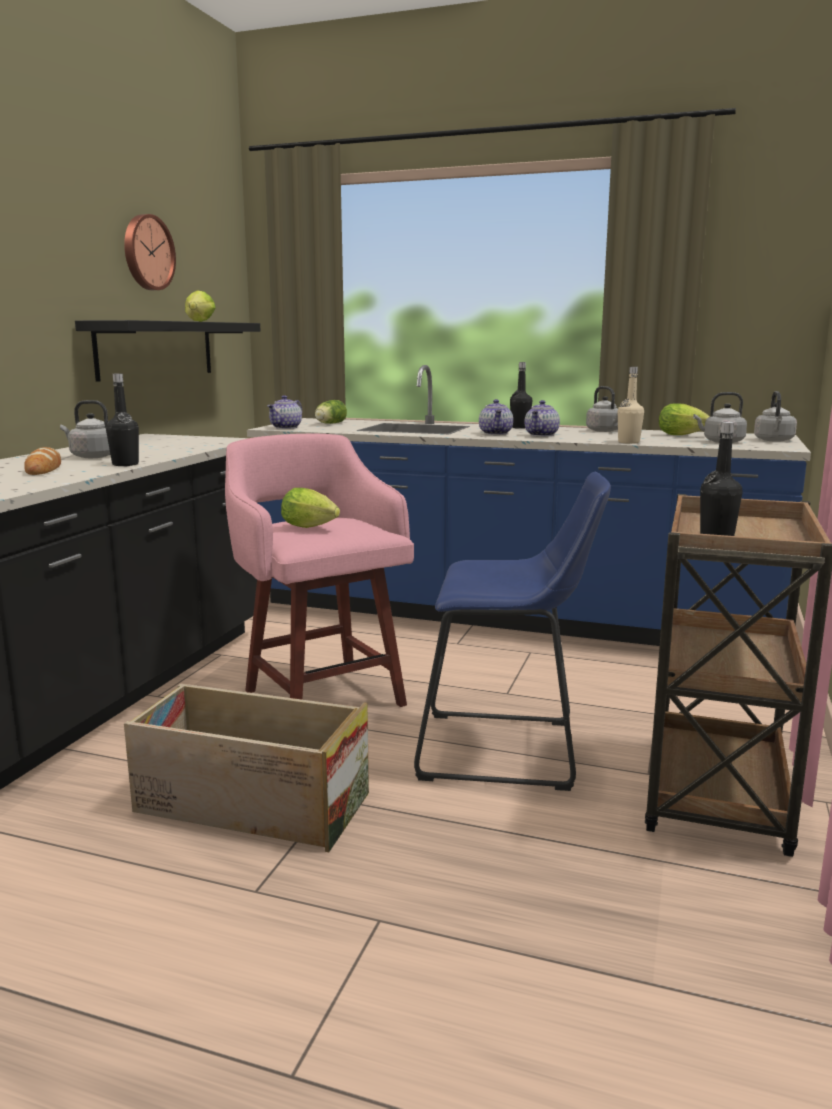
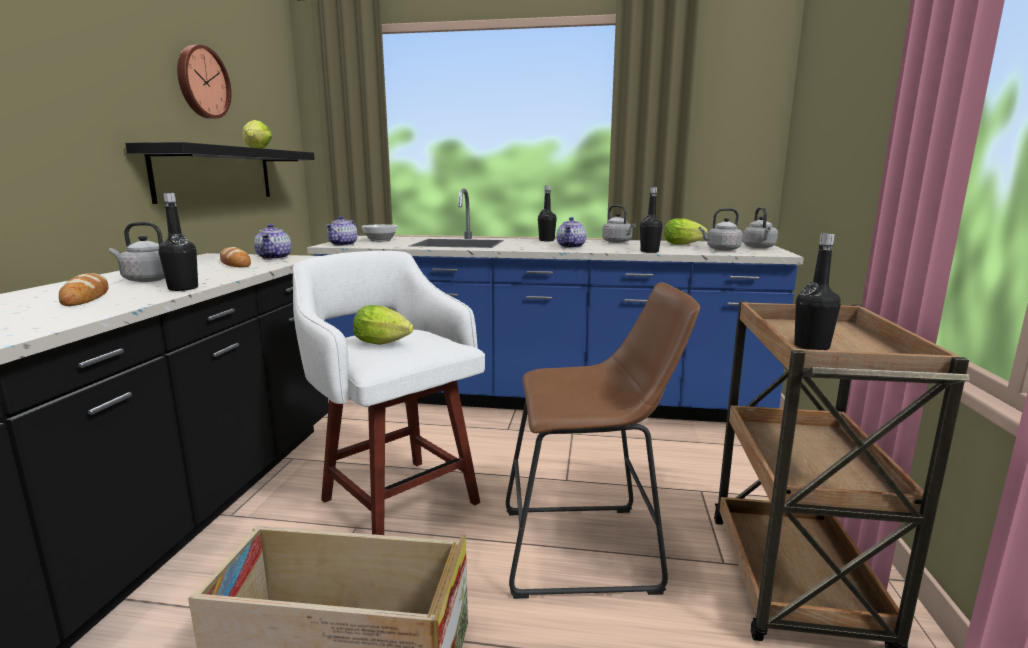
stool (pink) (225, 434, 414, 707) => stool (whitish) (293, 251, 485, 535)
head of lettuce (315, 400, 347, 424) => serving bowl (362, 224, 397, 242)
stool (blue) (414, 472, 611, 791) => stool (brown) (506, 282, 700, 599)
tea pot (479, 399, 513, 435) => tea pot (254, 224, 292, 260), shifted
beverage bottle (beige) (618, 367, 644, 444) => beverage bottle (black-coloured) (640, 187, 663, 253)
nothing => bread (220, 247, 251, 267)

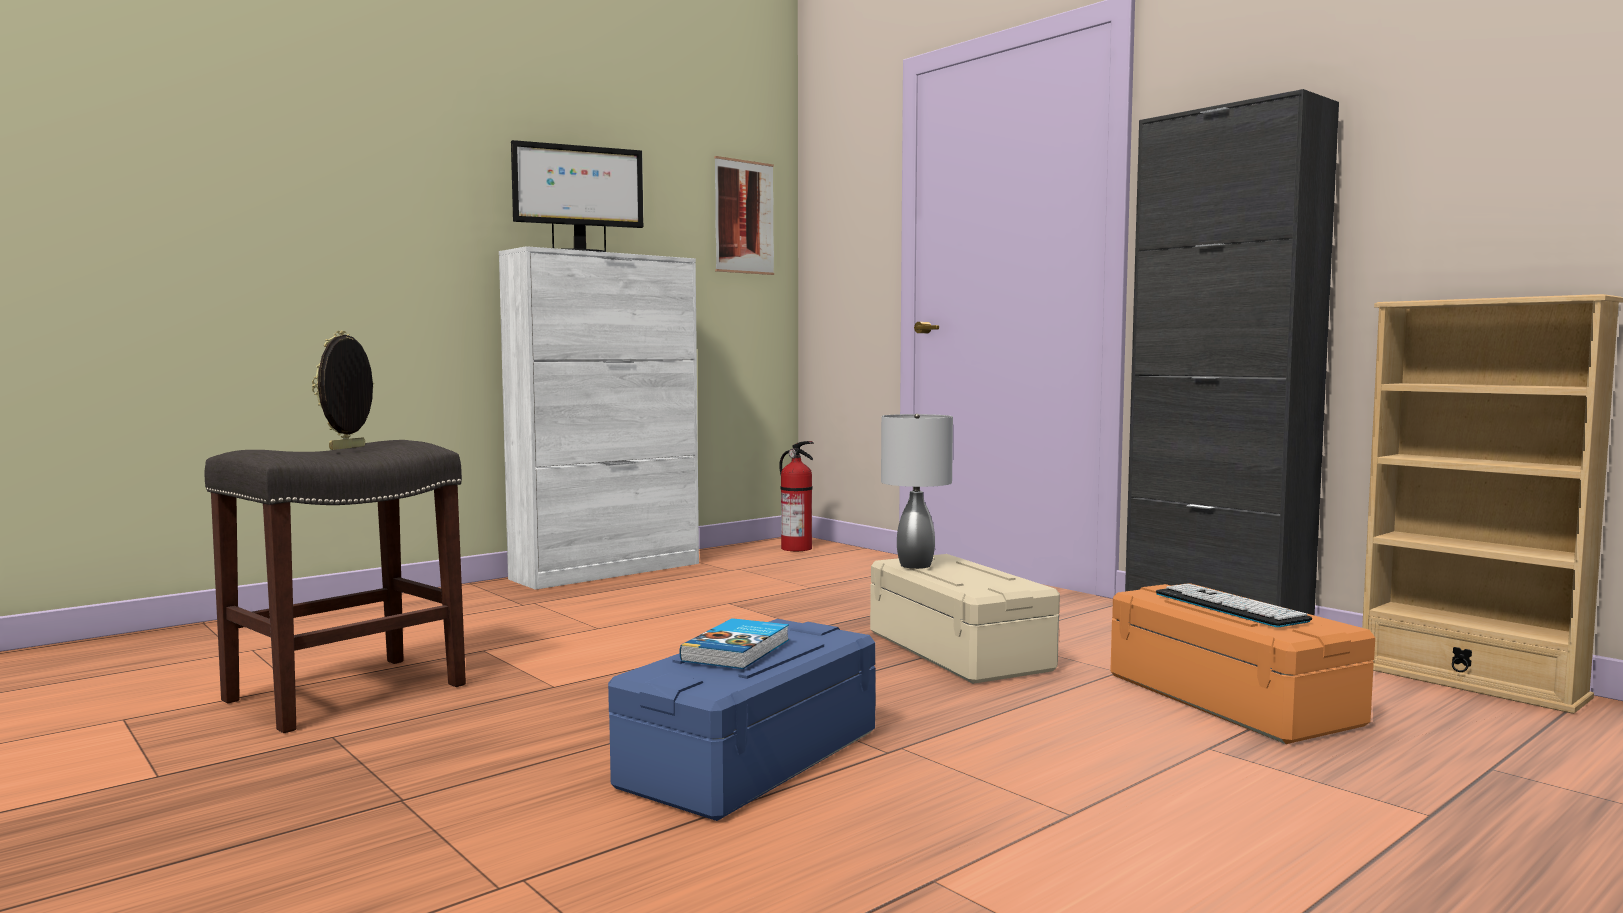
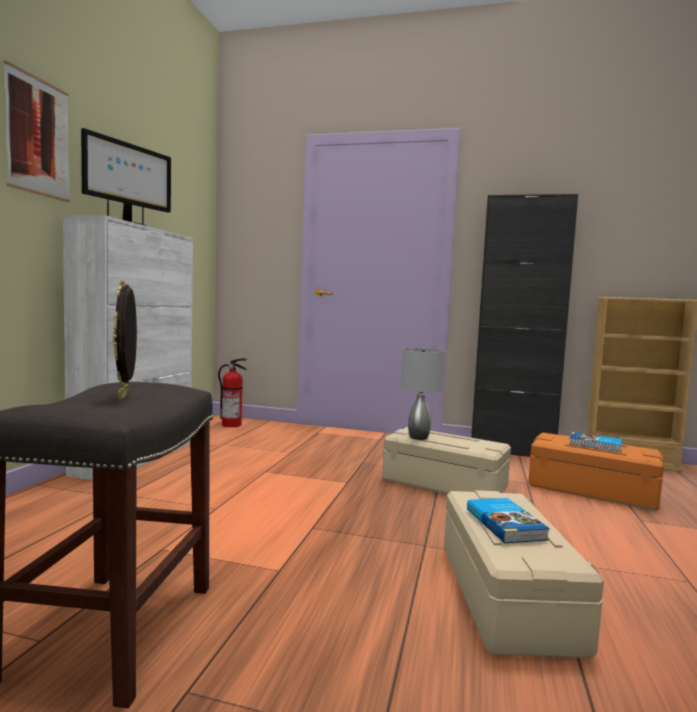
storage bin (blue) (608, 619, 876, 821) => storage bin (beige) (444, 490, 604, 658)
wall art (714, 156, 774, 275) => wall art (4, 60, 70, 202), shifted
PC keyboard (1156, 583, 1312, 627) => volume (570, 432, 622, 452)

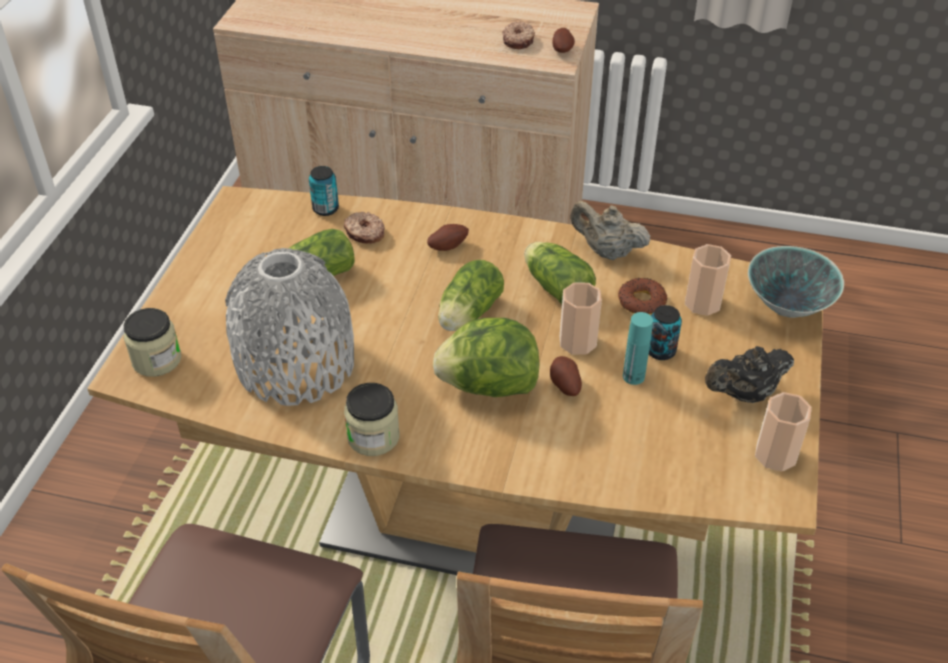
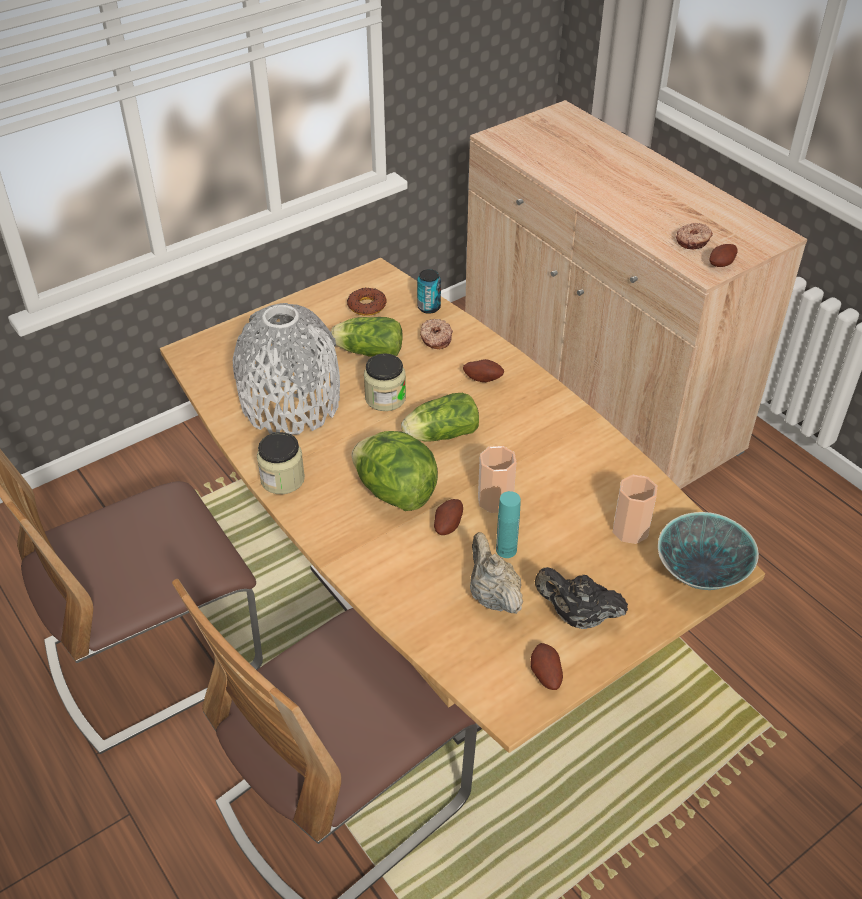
storage jar (124, 308, 181, 377) => storage jar (364, 353, 406, 411), shifted
head of lettuce (524, 242, 596, 304) => nothing
tea pot (beige) (570, 201, 650, 260) => tea pot (beige) (470, 532, 523, 614), shifted
ring doughnut (618, 278, 667, 315) => ring doughnut (347, 287, 387, 316), shifted
can (649, 305, 682, 360) => nothing
cup (755, 392, 812, 471) => spud (531, 643, 563, 690)

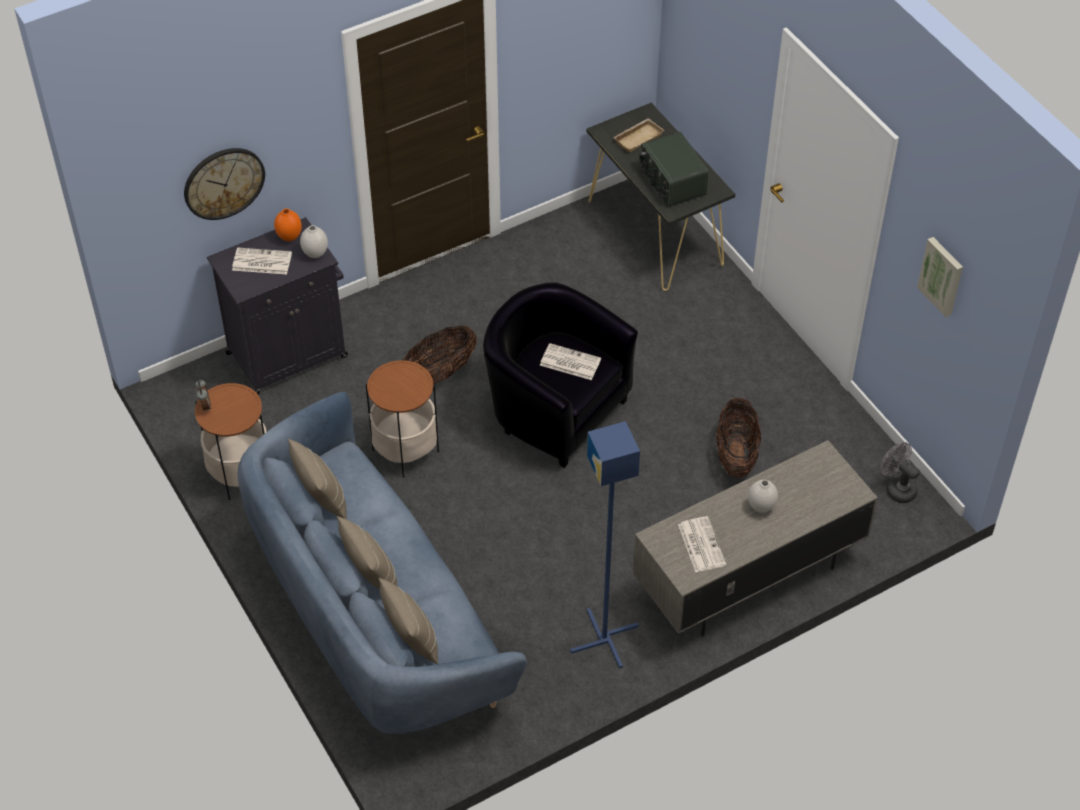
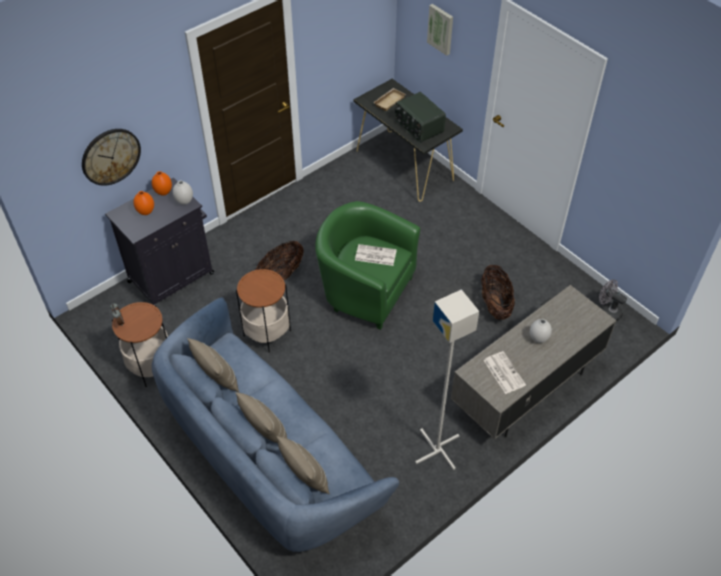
newspaper (232, 247, 292, 274) => vase (orange) (133, 191, 154, 215)
easy chair (black-coloured) (483, 282, 638, 468) => easy chair (green) (315, 201, 420, 330)
standing lamp (blue) (570, 421, 640, 669) => standing lamp (gray) (415, 289, 479, 470)
wall art (917, 237, 963, 317) => wall art (427, 4, 453, 56), shifted

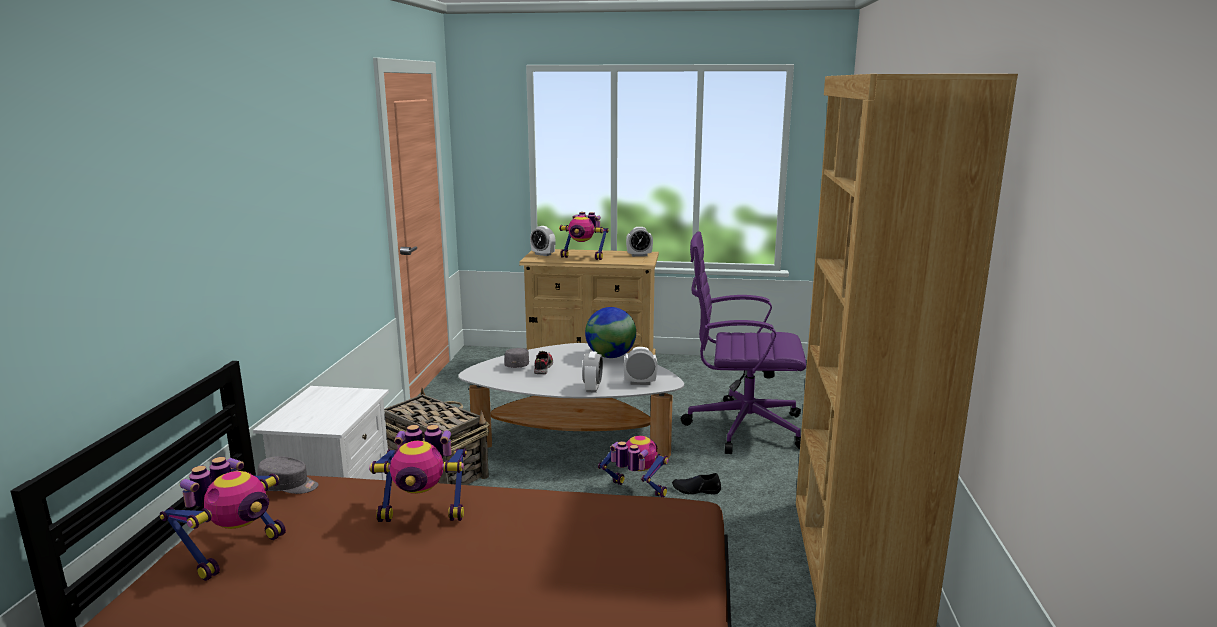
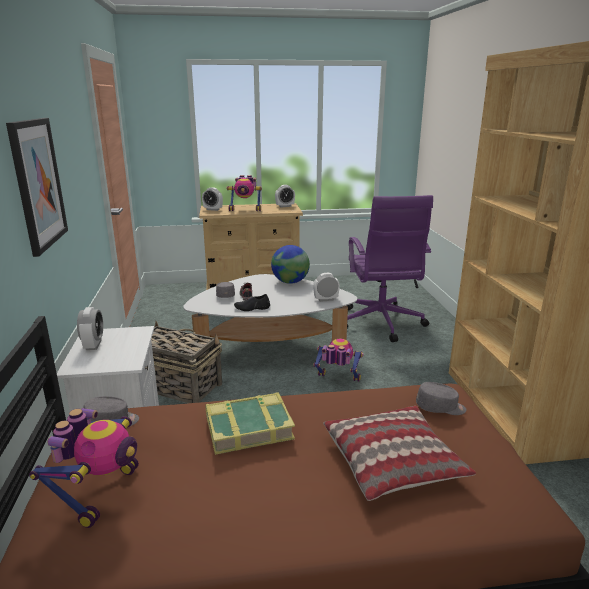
model robot (369, 425, 467, 522) => volume (206, 392, 295, 455)
bedside clock (582, 351, 603, 393) => bedside clock (77, 307, 103, 350), shifted
item of footwear (black-coloured) (672, 473, 721, 494) => item of footwear (black-coloured) (234, 294, 270, 311), shifted
office chair (purple) (681, 231, 806, 454) => office chair (purple) (347, 195, 433, 342), 90 degrees counterclockwise
nothing => wall art (6, 118, 68, 257)
nothing => pillow (323, 406, 476, 501)
nothing => baseball cap (gray) (416, 382, 466, 415)

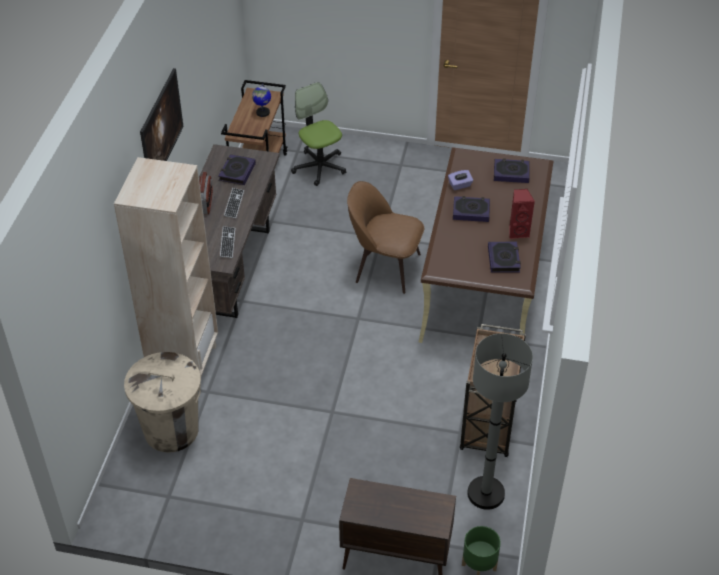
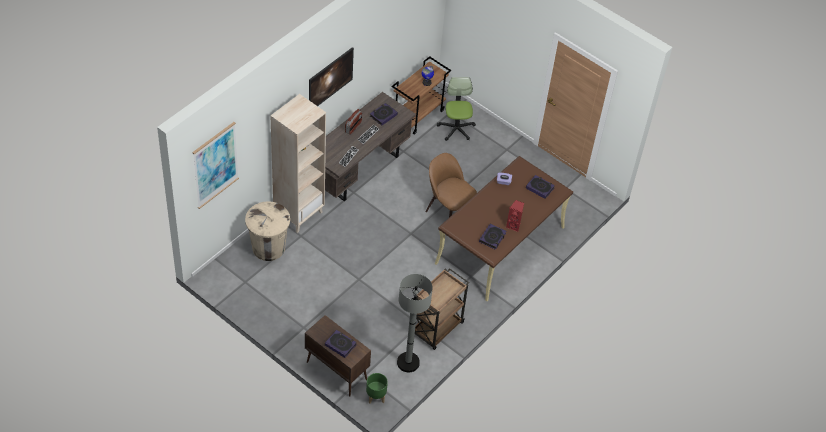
volume (453, 196, 490, 222) => volume (325, 330, 357, 358), shifted
nothing => wall art (192, 122, 239, 209)

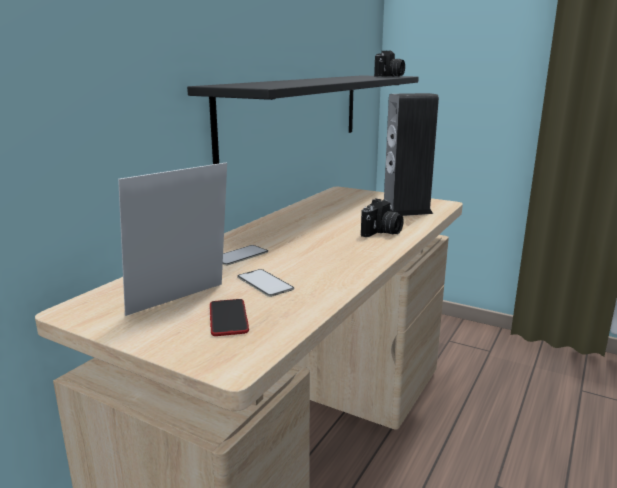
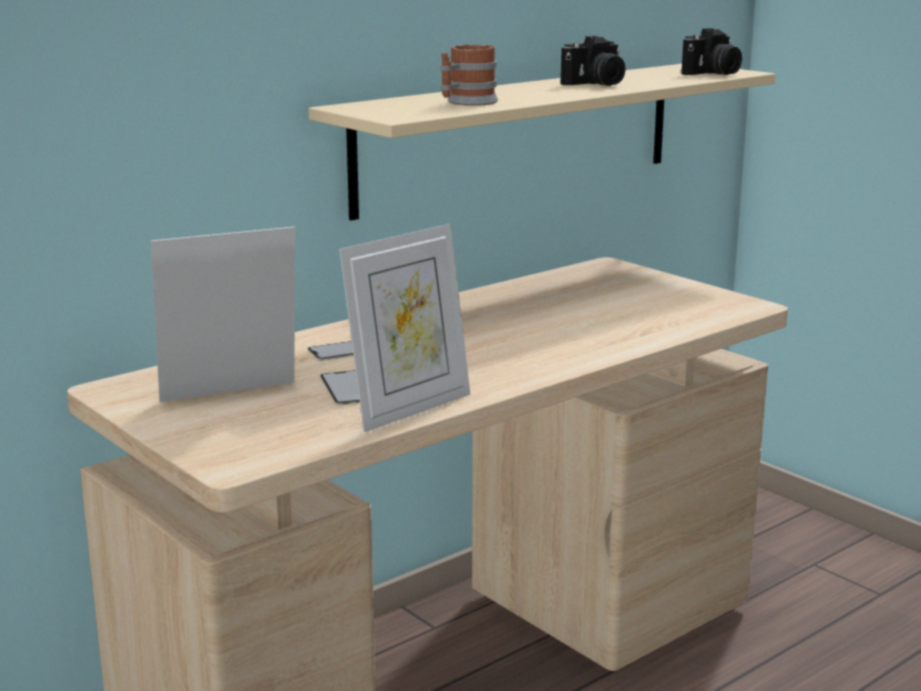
wall shelf (black-coloured) (187, 76, 419, 164) => wall shelf (beige) (309, 64, 776, 220)
phone (210, 299, 249, 336) => nothing
photo camera (361, 198, 404, 237) => photo camera (561, 36, 626, 86), shifted
audio speaker (384, 93, 439, 216) => nothing
nothing => picture frame (339, 224, 471, 432)
nothing => tea mug (441, 44, 498, 106)

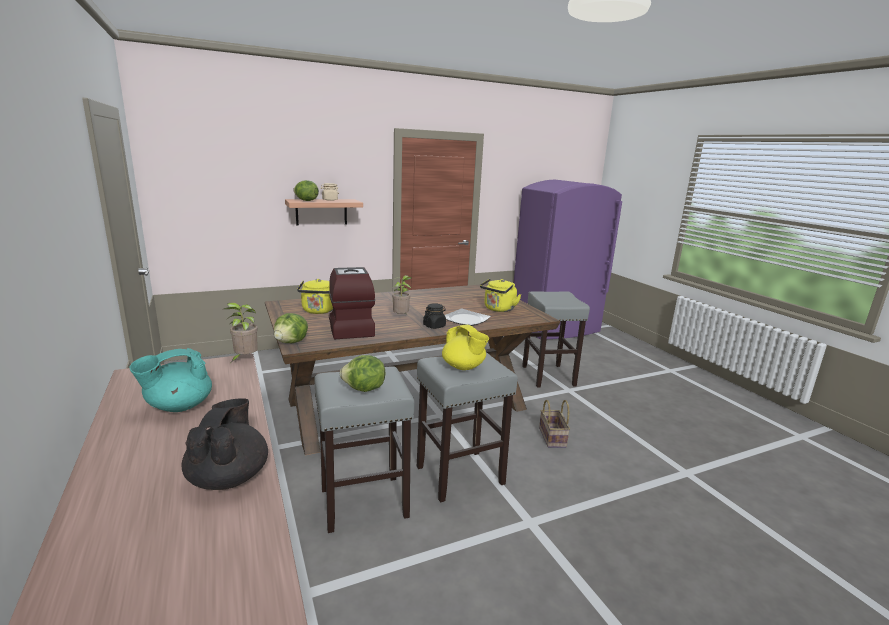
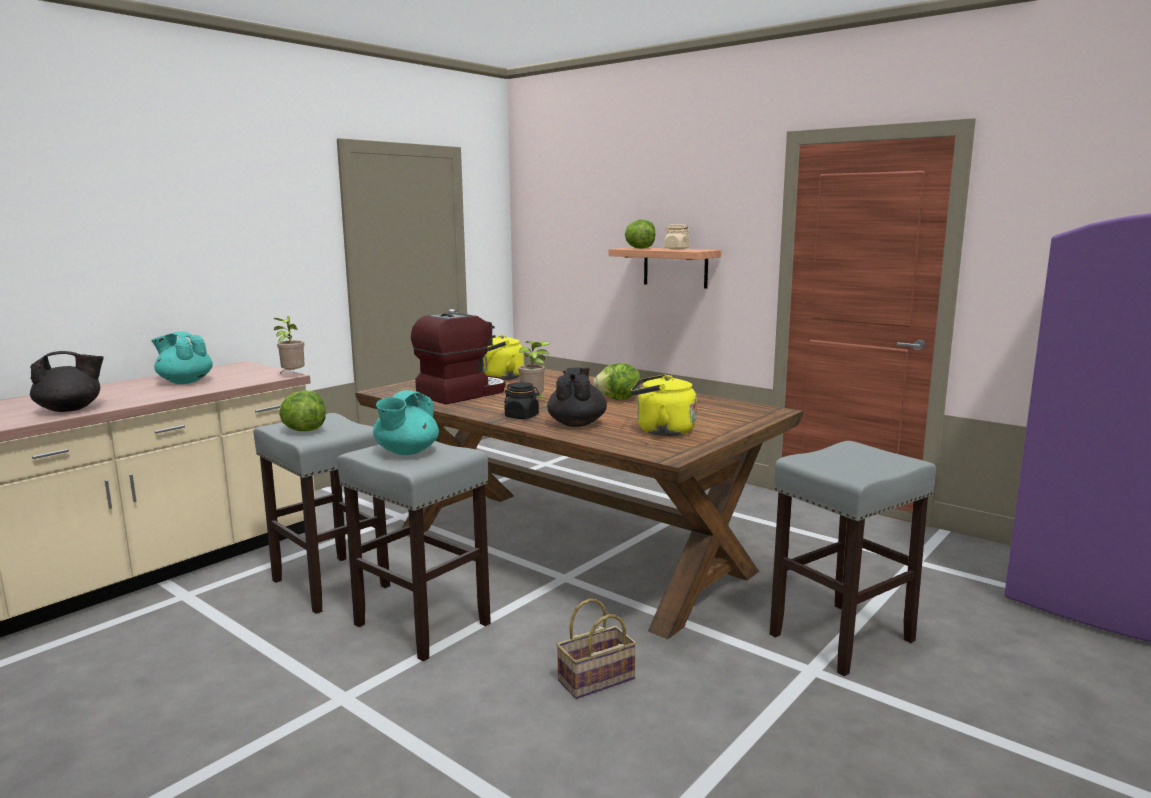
head of lettuce (274, 313, 308, 343) => head of lettuce (593, 363, 641, 400), shifted
tea pot (yellow) (442, 325, 489, 370) => tea pot (turquoise) (373, 390, 439, 455)
dinner plate (445, 309, 491, 326) => tea pot (black-coloured) (547, 367, 607, 427)

